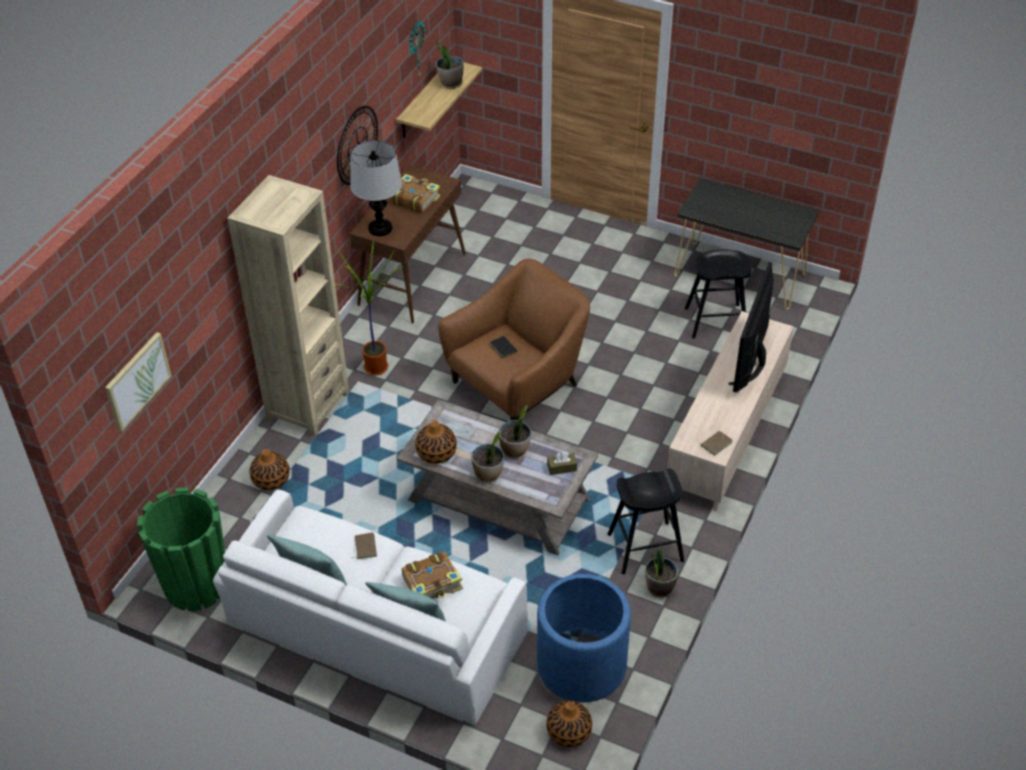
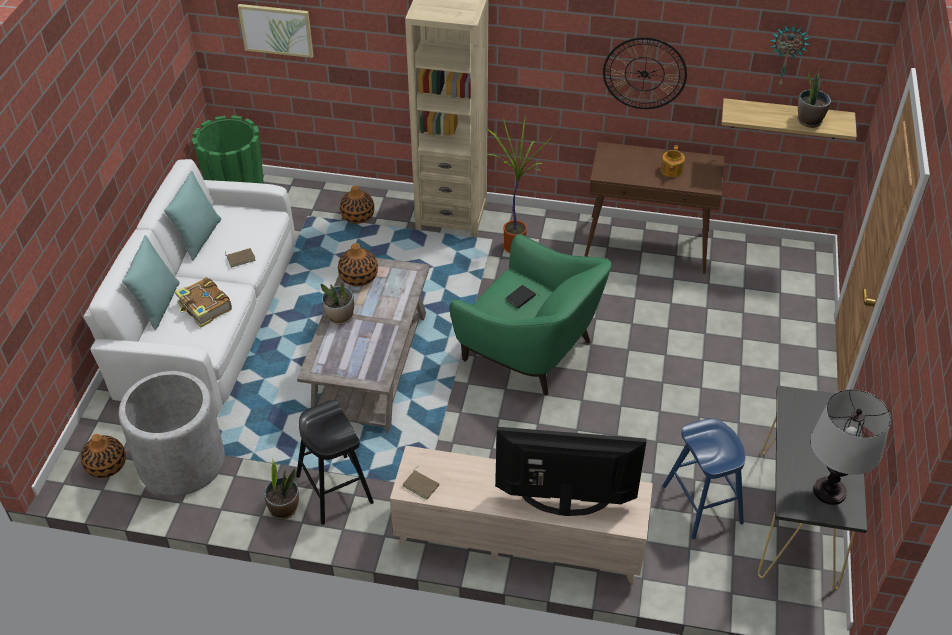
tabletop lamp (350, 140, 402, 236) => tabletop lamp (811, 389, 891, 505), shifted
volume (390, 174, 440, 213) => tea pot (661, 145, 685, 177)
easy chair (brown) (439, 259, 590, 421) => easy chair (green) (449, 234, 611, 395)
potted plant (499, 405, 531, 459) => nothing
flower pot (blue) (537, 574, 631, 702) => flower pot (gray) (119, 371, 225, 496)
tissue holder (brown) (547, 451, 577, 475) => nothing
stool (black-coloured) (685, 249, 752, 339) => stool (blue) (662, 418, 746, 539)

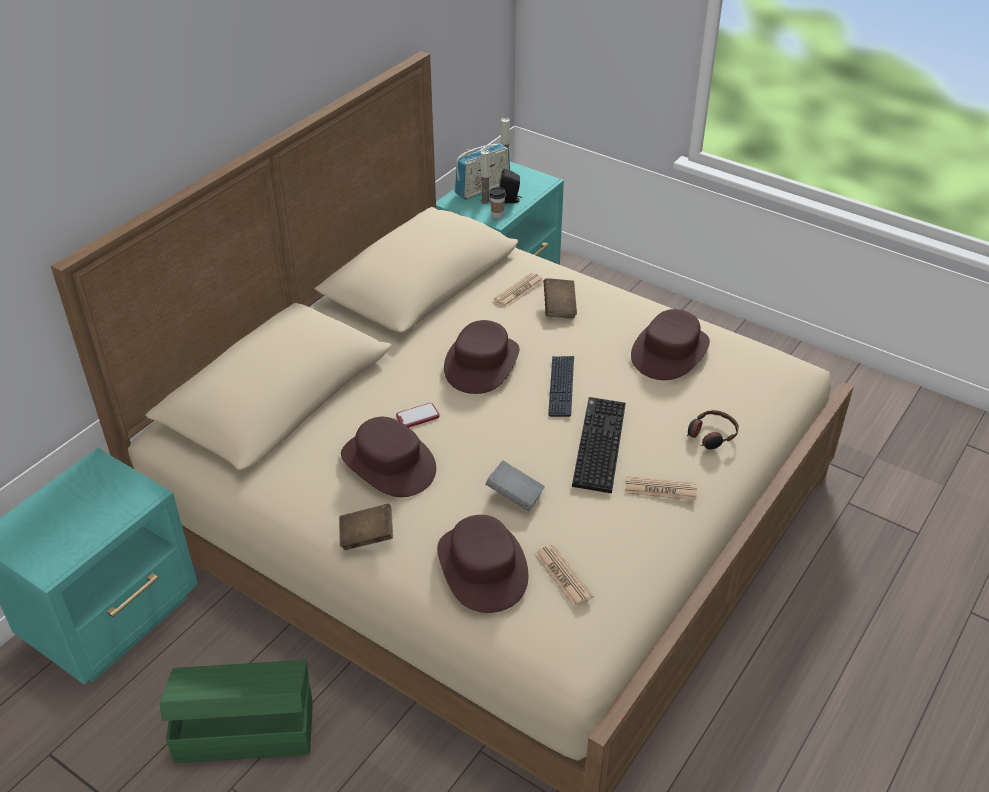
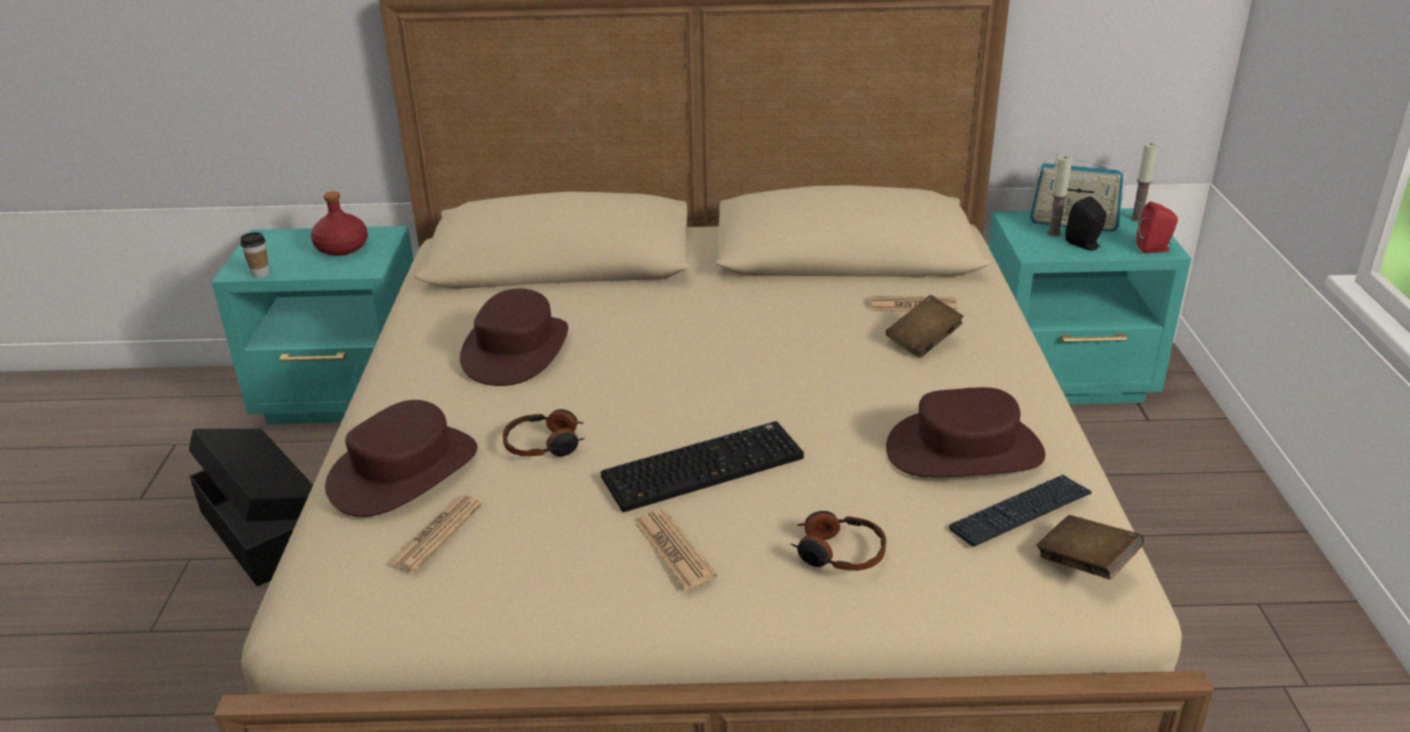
storage bin (green) (160, 660, 313, 763) => storage bin (black-coloured) (189, 429, 313, 586)
volume (brown) (339, 504, 393, 550) => volume (brown) (1036, 515, 1144, 580), shifted
phone (396, 403, 439, 428) => nothing
wearable hat (brown) (444, 320, 519, 394) => nothing
volume (gray) (485, 460, 545, 511) => headphones (503, 409, 585, 457)
cup (489, 187, 506, 219) => cup (240, 232, 269, 278), shifted
PC keyboard (548, 356, 574, 417) => PC keyboard (948, 475, 1092, 547), shifted
nothing => beverage bottle (reddish) (311, 191, 368, 256)
nothing => audio speaker (reddish) (1136, 201, 1178, 254)

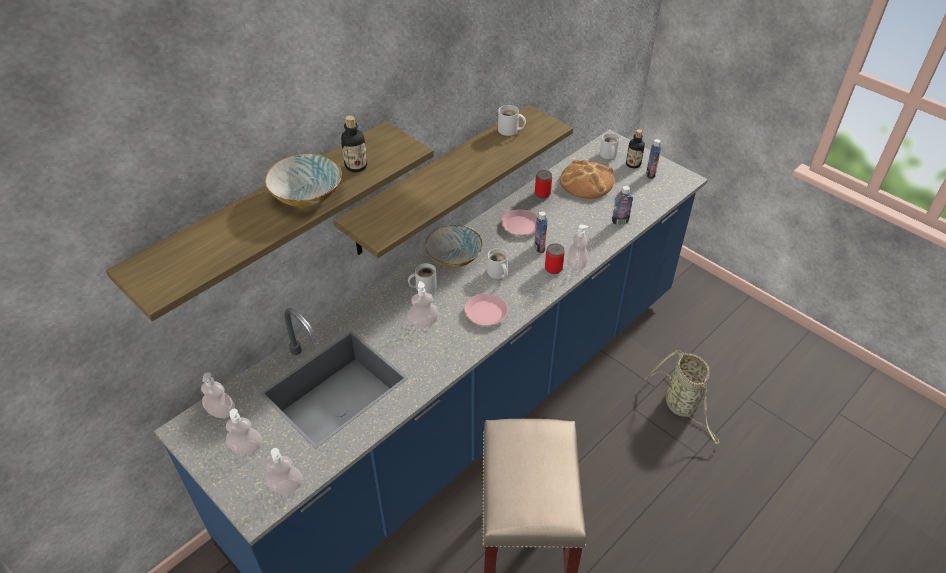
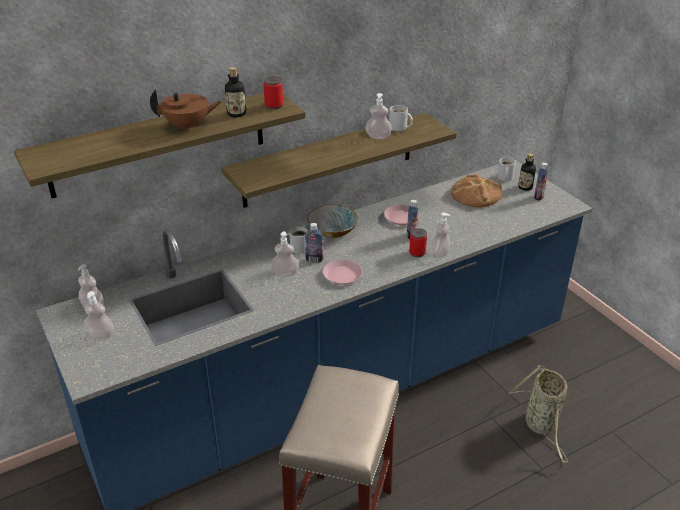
serving bowl (264, 154, 342, 207) => tea pot (brown) (150, 89, 222, 132)
soap dispenser (265, 448, 303, 494) => soap dispenser (366, 93, 392, 139), shifted
tea mug (whitish) (487, 248, 508, 279) => nothing
can (535, 170, 552, 199) => can (263, 77, 283, 109), shifted
beverage bottle (612, 186, 633, 225) => beverage bottle (305, 223, 324, 263), shifted

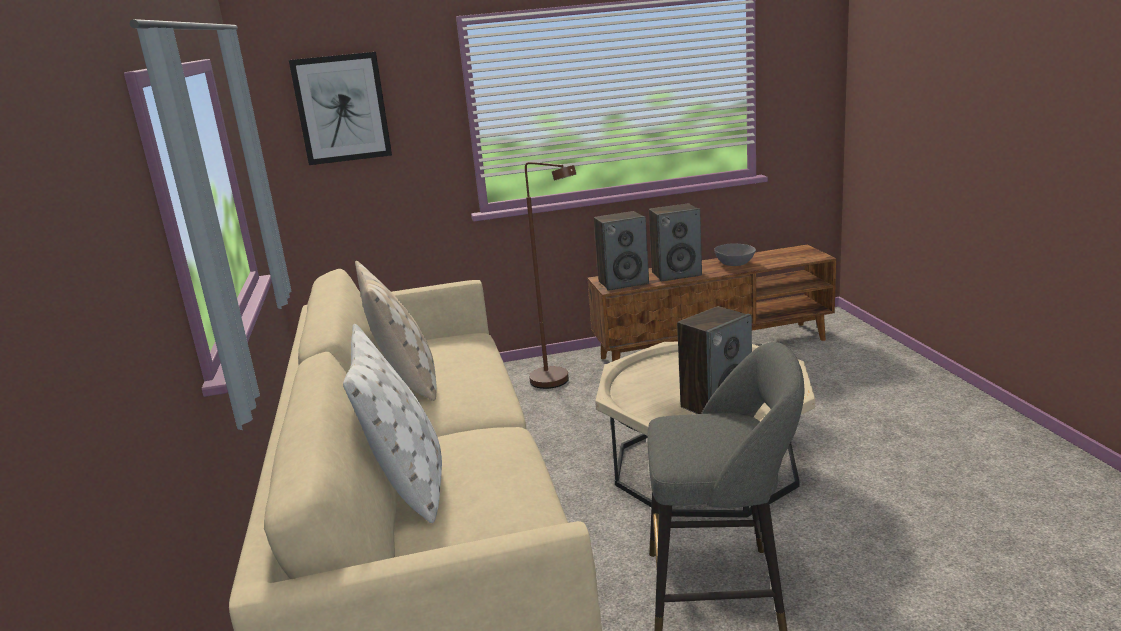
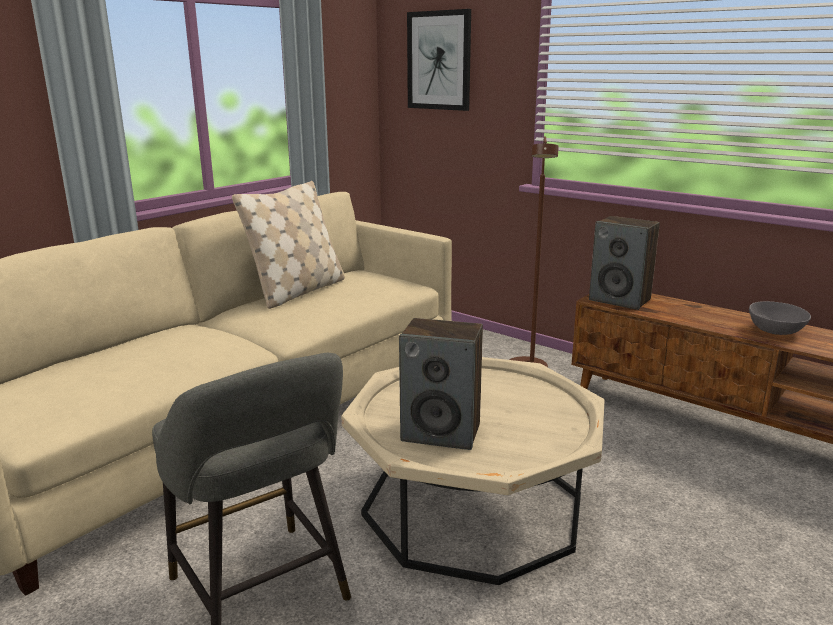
pillow (whitish) (343, 324, 442, 523) => nothing
audio speaker (649, 204, 702, 281) => nothing

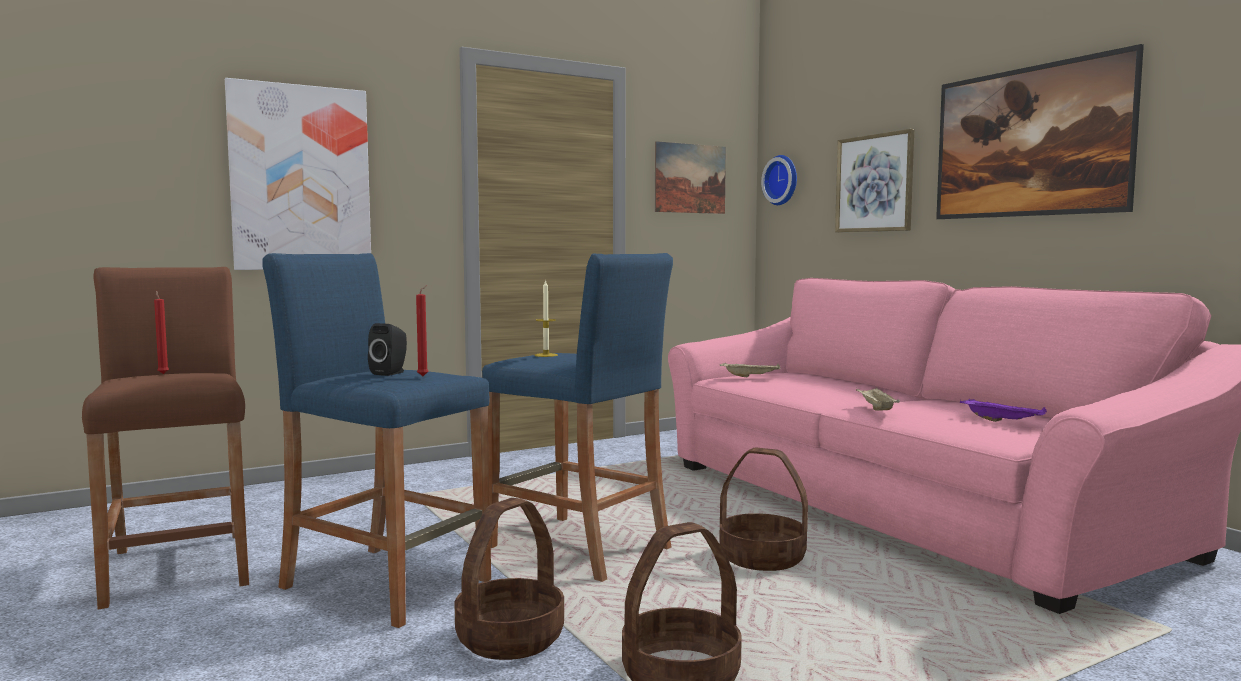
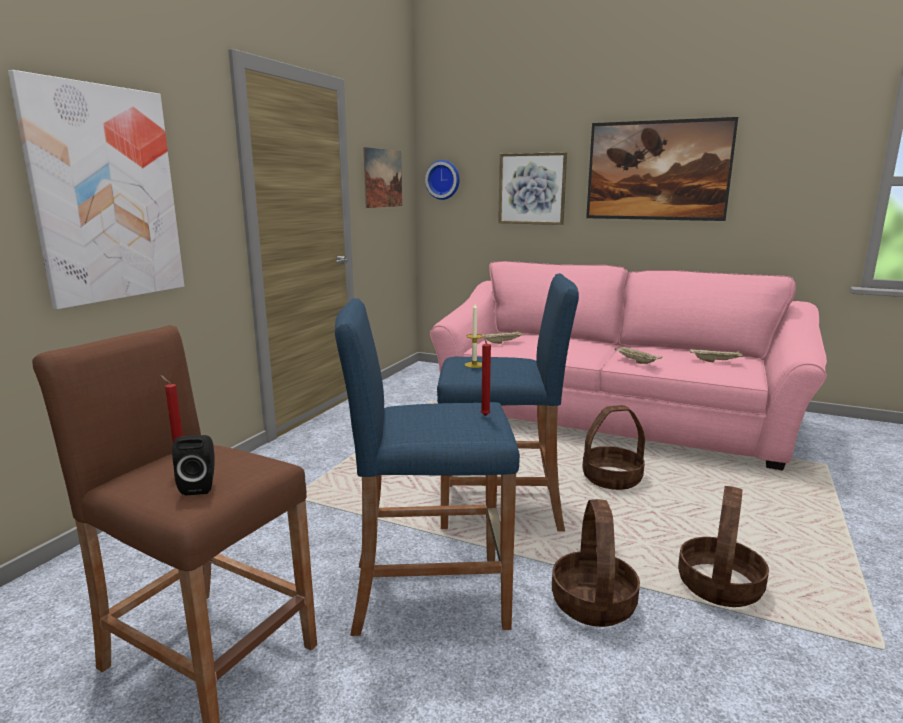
audio speaker (black-coloured) (368, 323, 407, 376) => audio speaker (black-coloured) (172, 435, 215, 496), shifted
carrying tray (purple) (960, 399, 1047, 422) => carrying tray (beige) (690, 349, 745, 362)

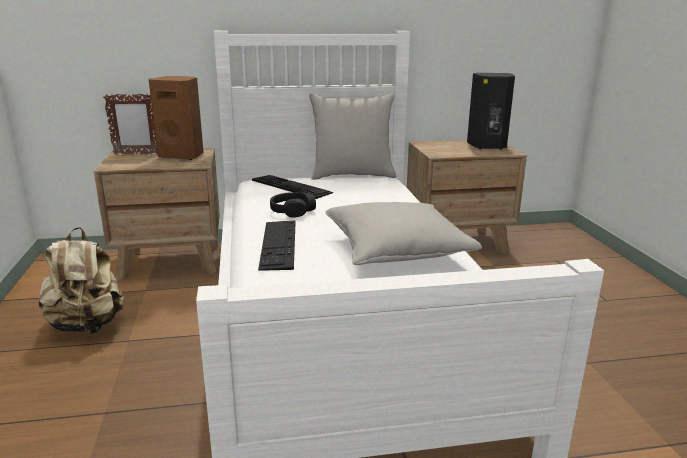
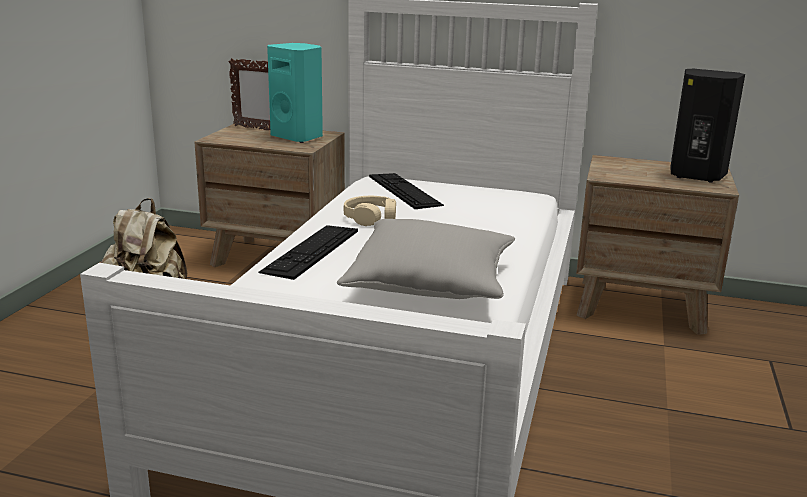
audio speaker (brown) (149, 76, 204, 160) => audio speaker (turquoise) (267, 43, 323, 143)
headphones (black-coloured) (270, 192, 316, 218) => headphones (beige) (343, 196, 396, 226)
pillow (gray) (309, 94, 396, 180) => nothing

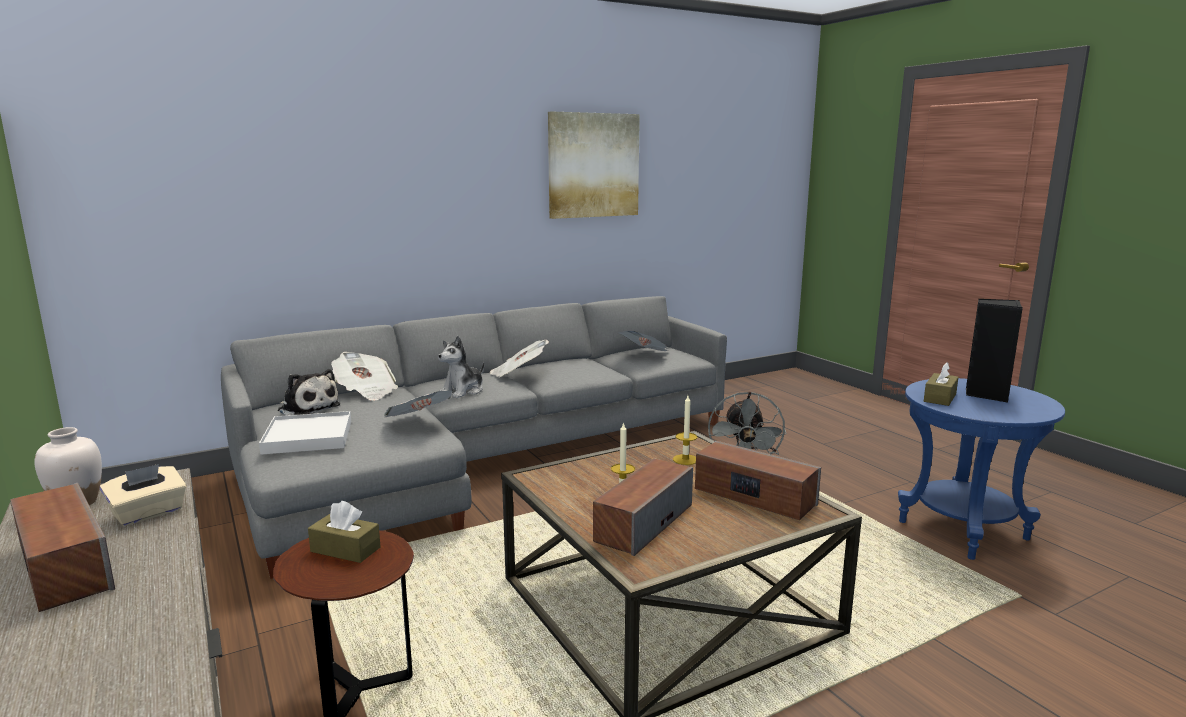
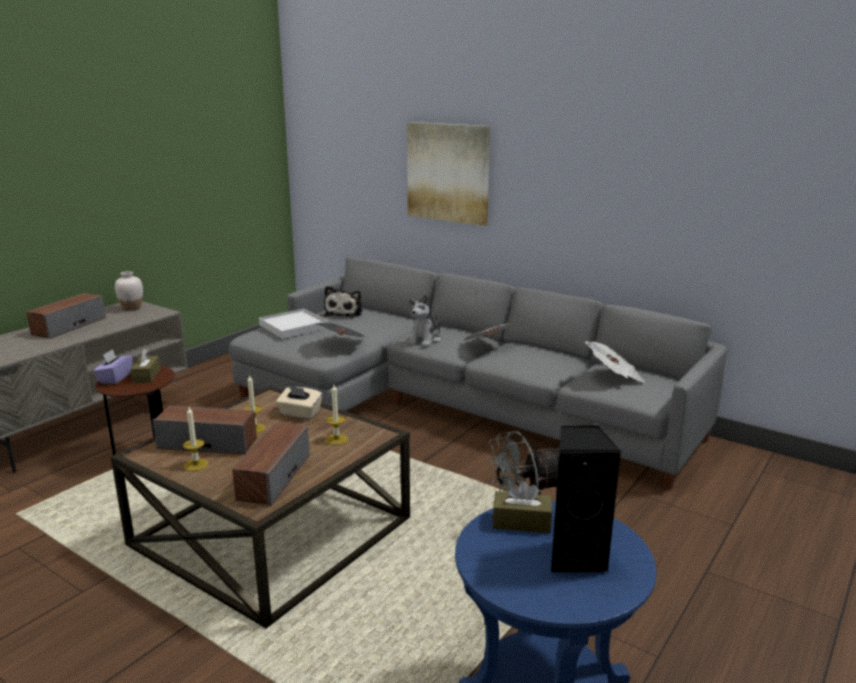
tissue holder (beige) (100, 464, 186, 526) => tissue holder (beige) (276, 385, 322, 420), shifted
newspaper (331, 352, 398, 401) => nothing
cuddly toy (438, 336, 484, 398) => cuddly toy (408, 294, 441, 346), 75 degrees counterclockwise
wall art (548, 111, 640, 219) => wall art (407, 122, 490, 226), shifted
nothing => tissue holder (purple) (93, 349, 133, 384)
nothing => wax light (183, 407, 209, 471)

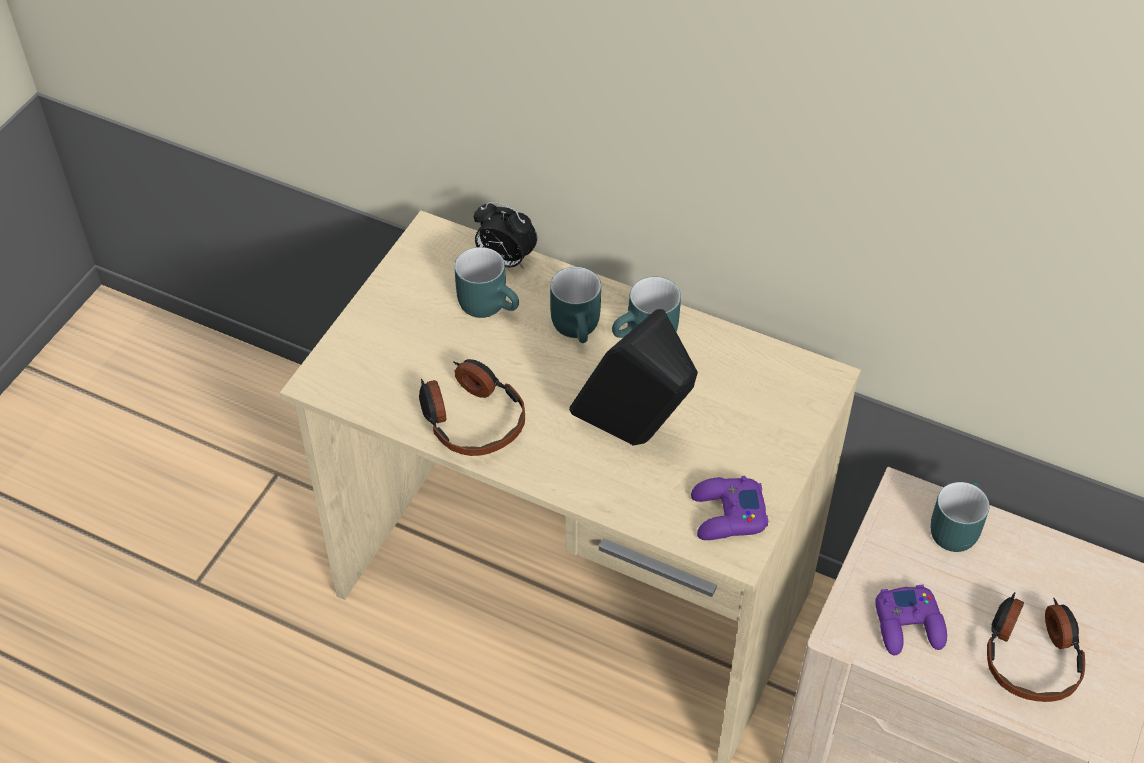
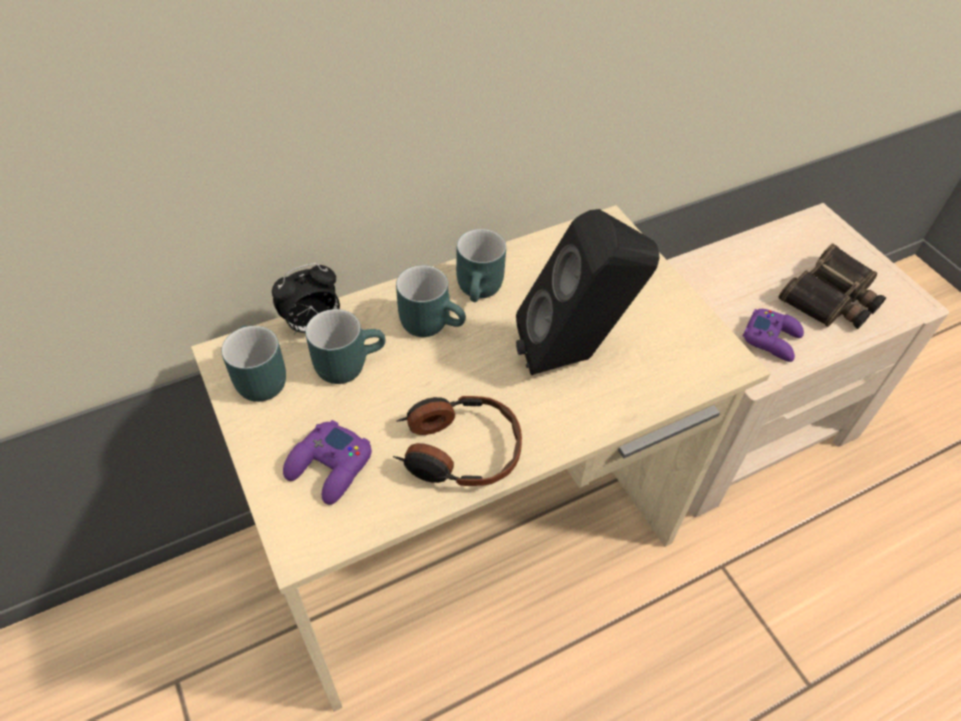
gamepad (purple) (691, 476, 768, 540) => gamepad (purple) (283, 420, 372, 505), shifted
tea mug (turquoise) (930, 481, 990, 552) => tea mug (turquoise) (221, 326, 286, 402), shifted
headphones (987, 592, 1085, 702) => binoculars (778, 243, 886, 329)

